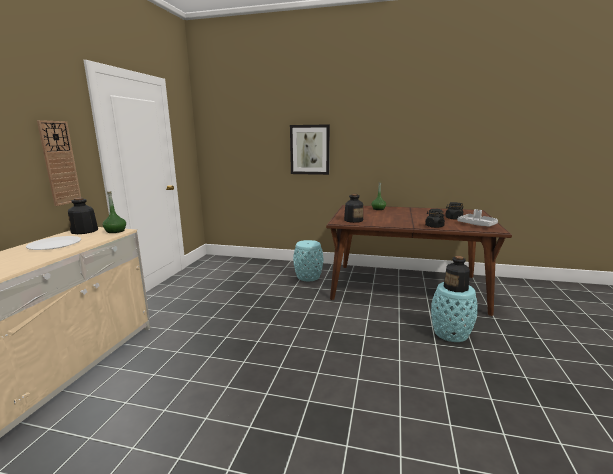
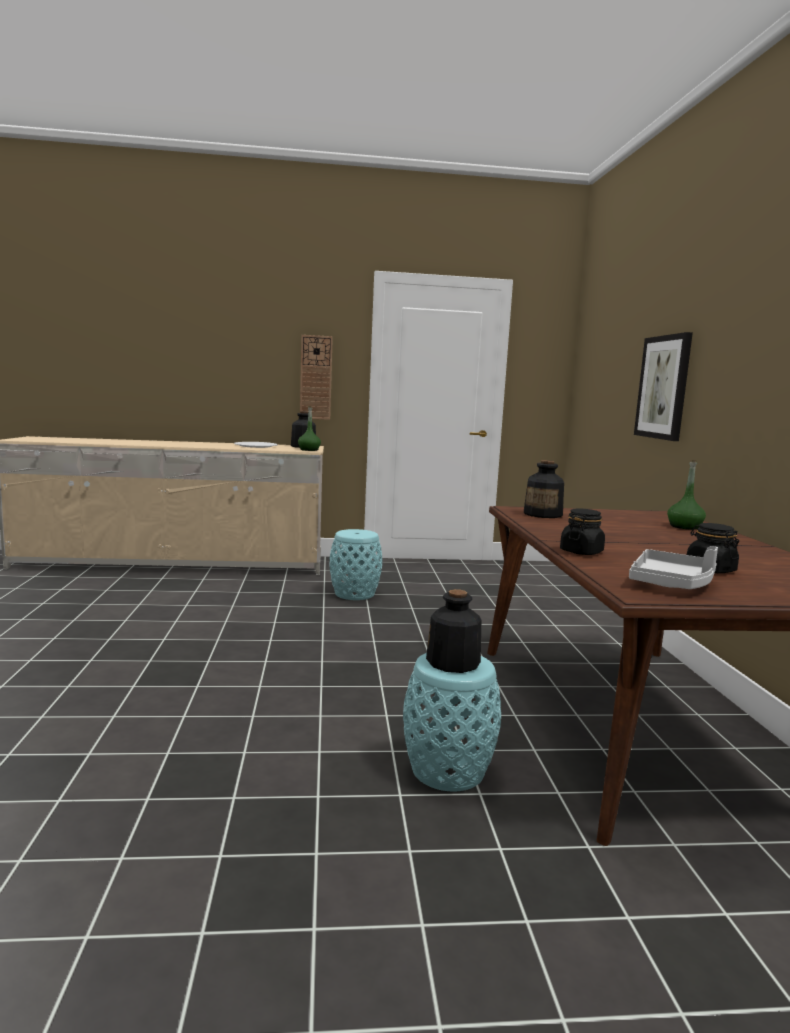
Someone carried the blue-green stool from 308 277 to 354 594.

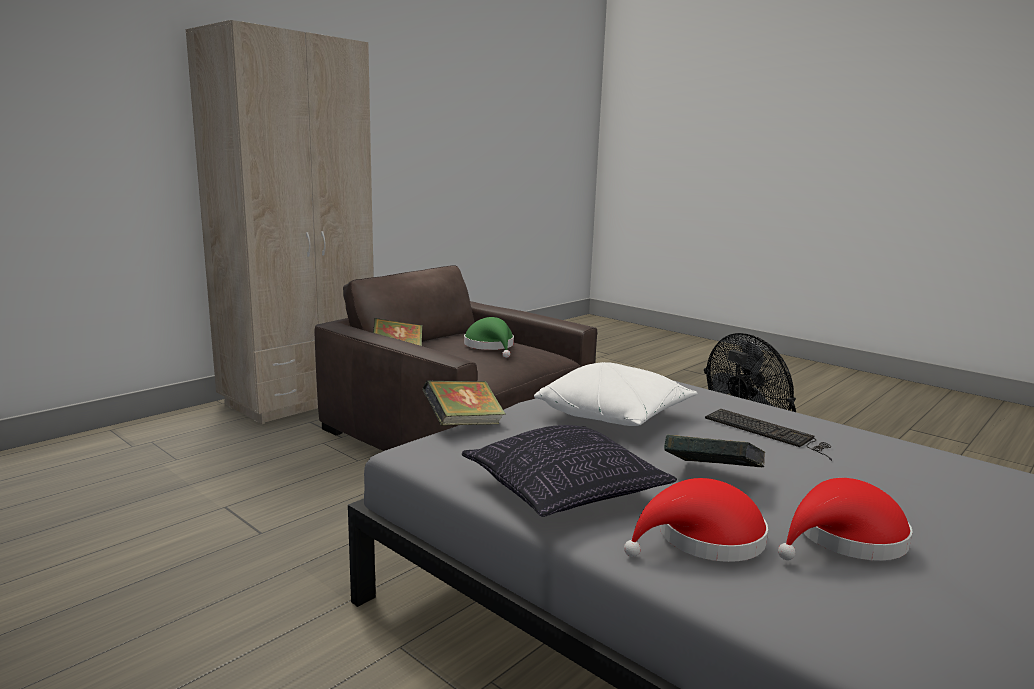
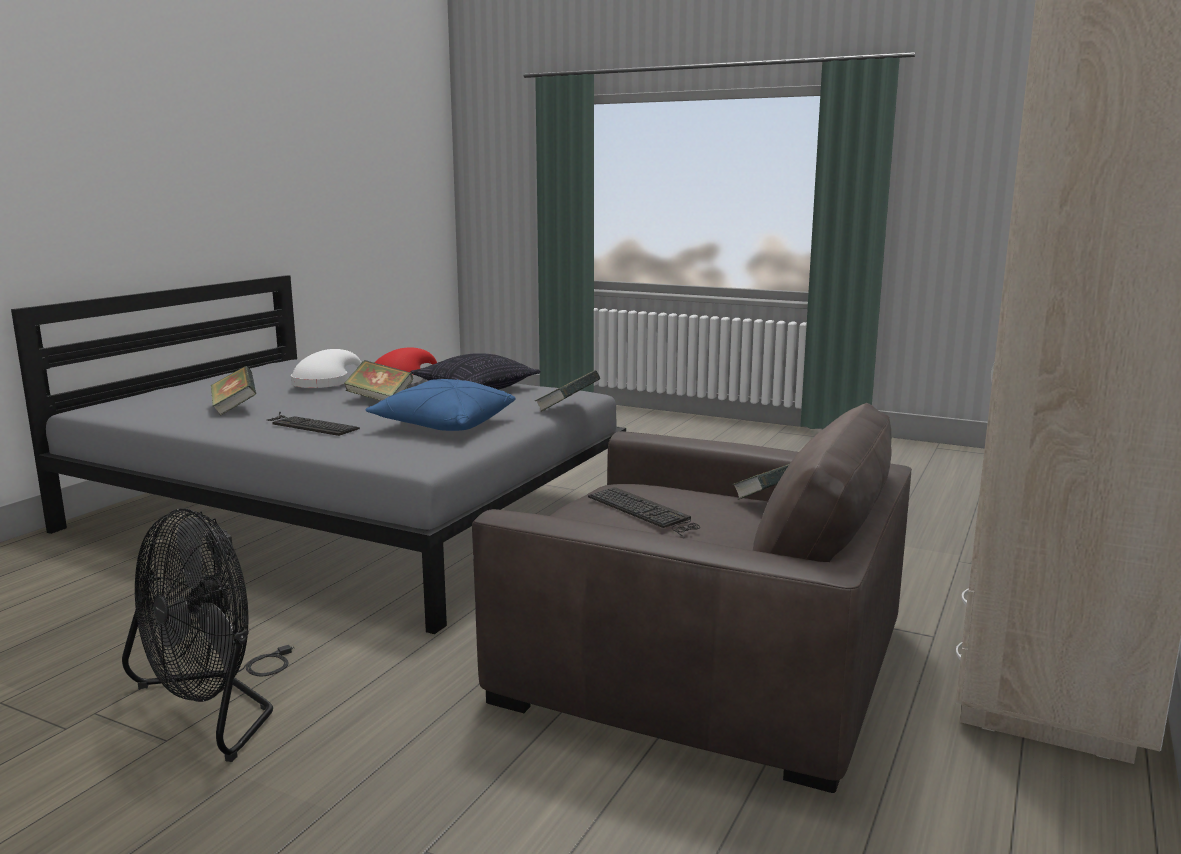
Someone put down the bound book at 234 408.
Someone swapped the green wearable hat at 491 346 for the PC keyboard at 646 513.
Someone repainted the white-coloured throw pillow at 615 416, which became the blue throw pillow at 443 425.
Someone repainted the reddish wearable hat at 844 539, which became the white-coloured wearable hat at 325 383.

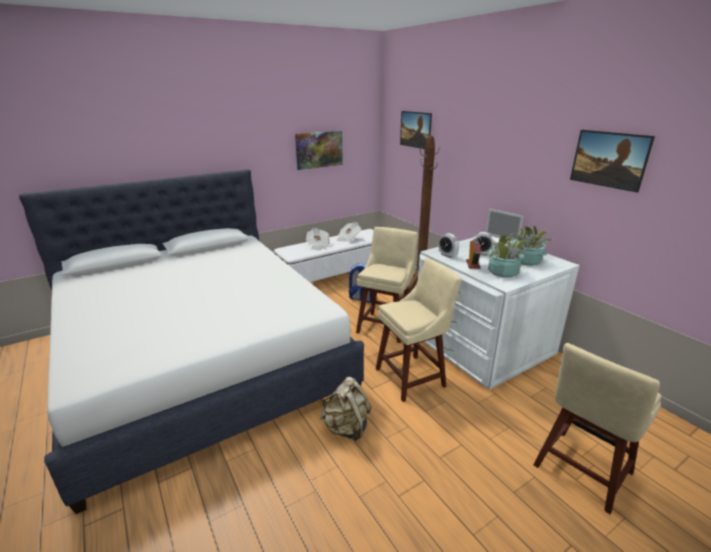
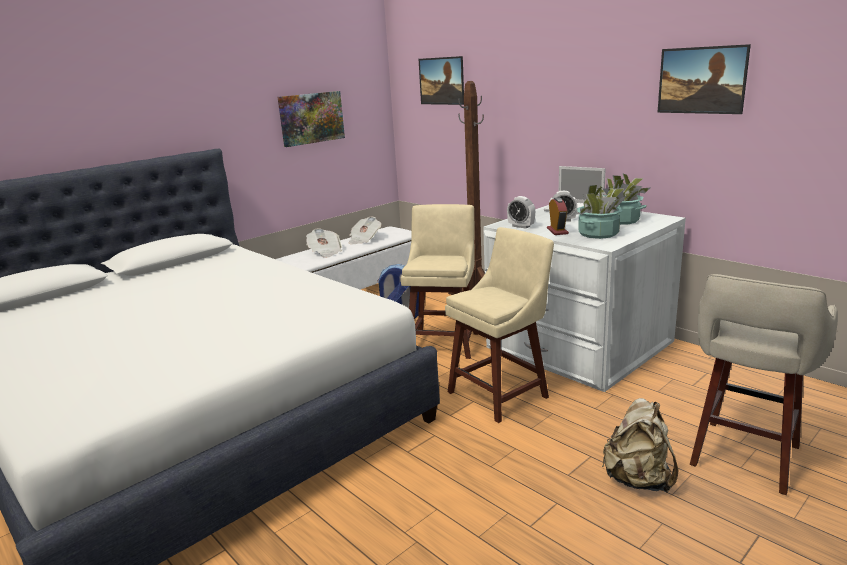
Someone carried the sand-coloured backpack from 346 428 to 638 479.
Someone swapped the sand-coloured chair at 580 471 for the sand-coloured stool at 743 458.

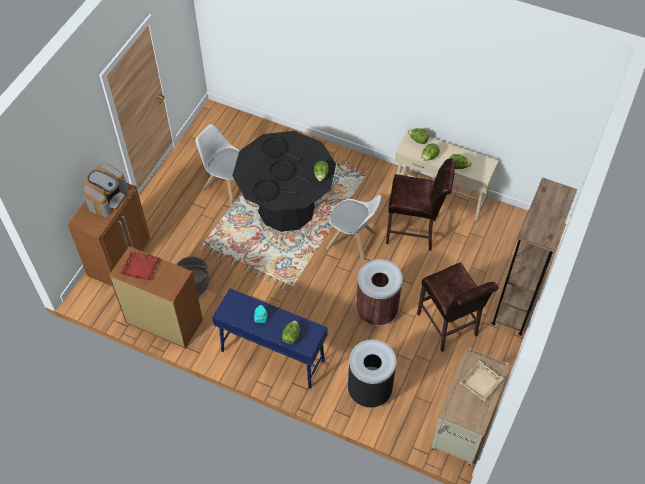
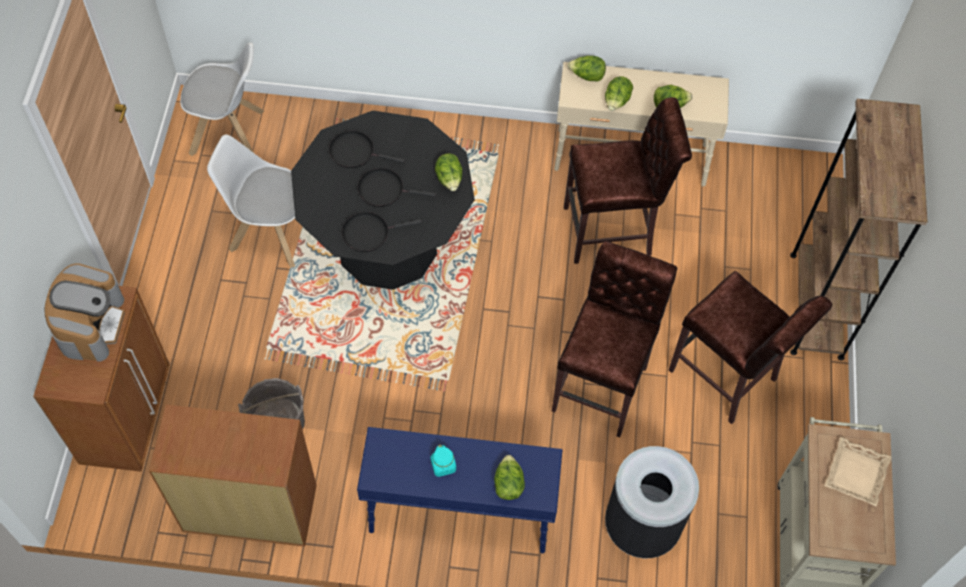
Someone took away the reddish tray at 140 268.
Someone carried the chair from 352 241 to 230 133.
Someone swapped the brown-coloured rubbish bin at 377 311 for the brown-coloured stool at 603 384.

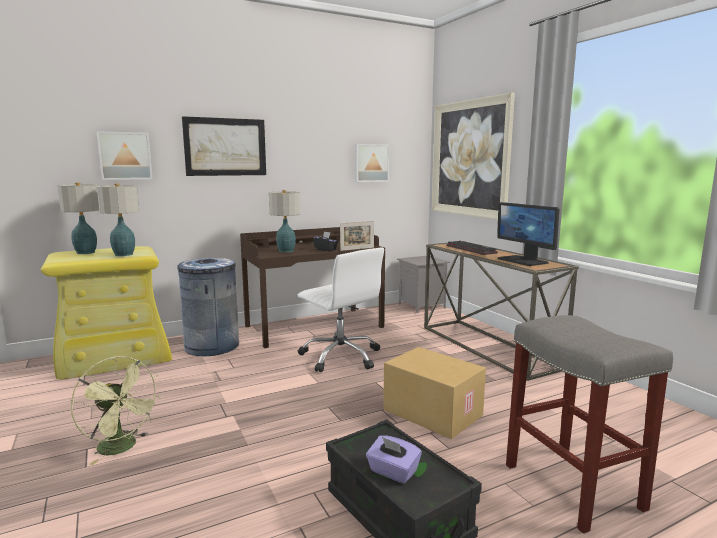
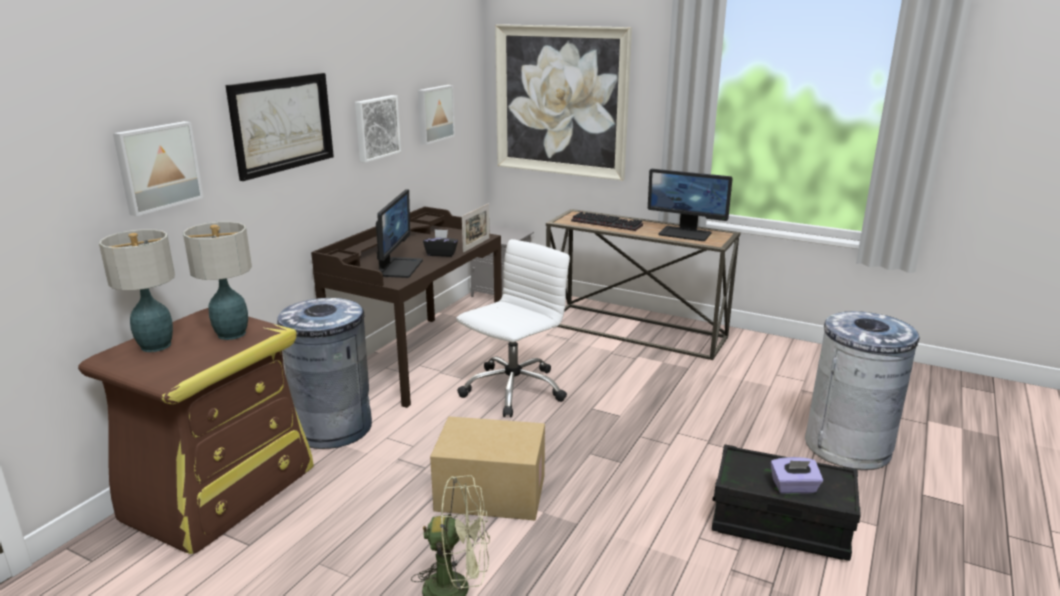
Someone put up the wall art at 376 127.
Someone carried the carton from 431 412 to 489 494.
Someone swapped the lamp for a table at 286 251 for the monitor at 398 267.
Someone swapped the gray stool at 570 485 for the gray rubbish bin at 848 446.
Someone repainted the yellow-coloured night table at 116 358, which became the brown-coloured night table at 223 492.
Someone rotated the white-coloured office chair at 341 356 by 60 degrees counterclockwise.

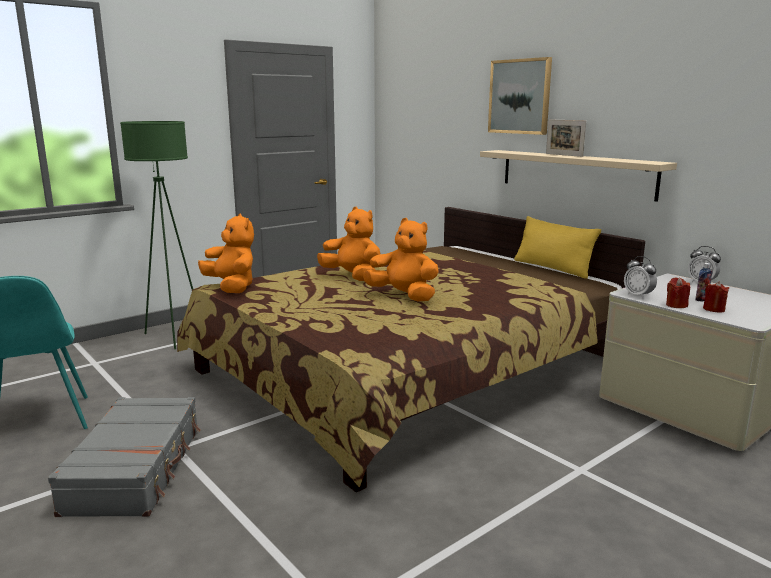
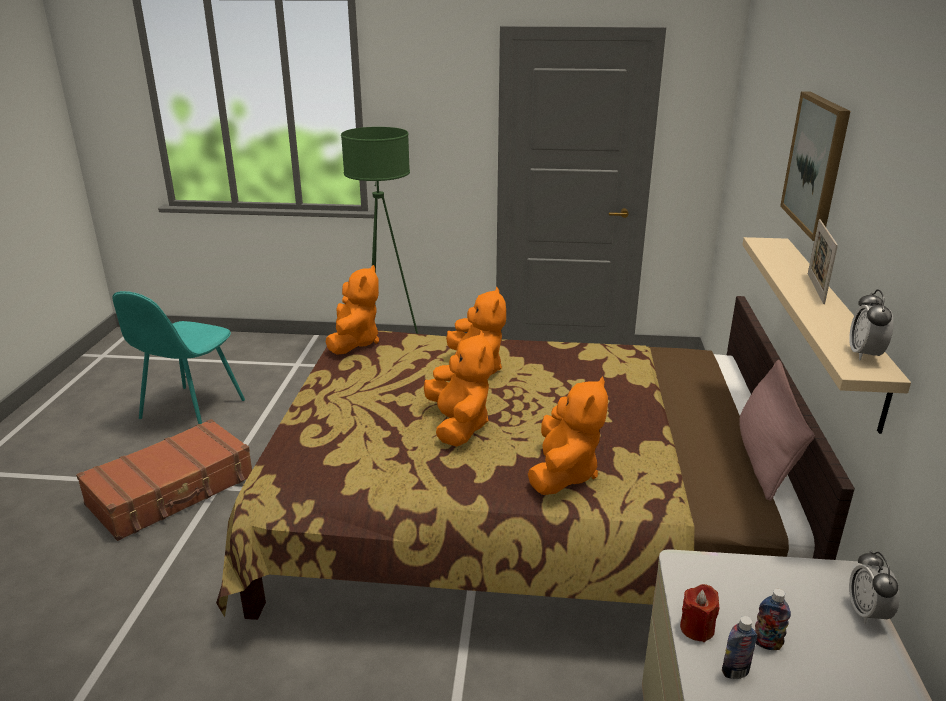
Someone put down the orangey plush toy at 563 473.
Someone carried the table clock from 638 295 to 864 354.
Someone swapped the reddish candle at 714 309 for the drink bottle at 735 672.
Someone repainted the gray piece of luggage at 136 469, which became the brown-coloured piece of luggage at 172 491.
Someone repainted the yellow-coloured throw pillow at 552 268, which became the pink-coloured throw pillow at 765 457.

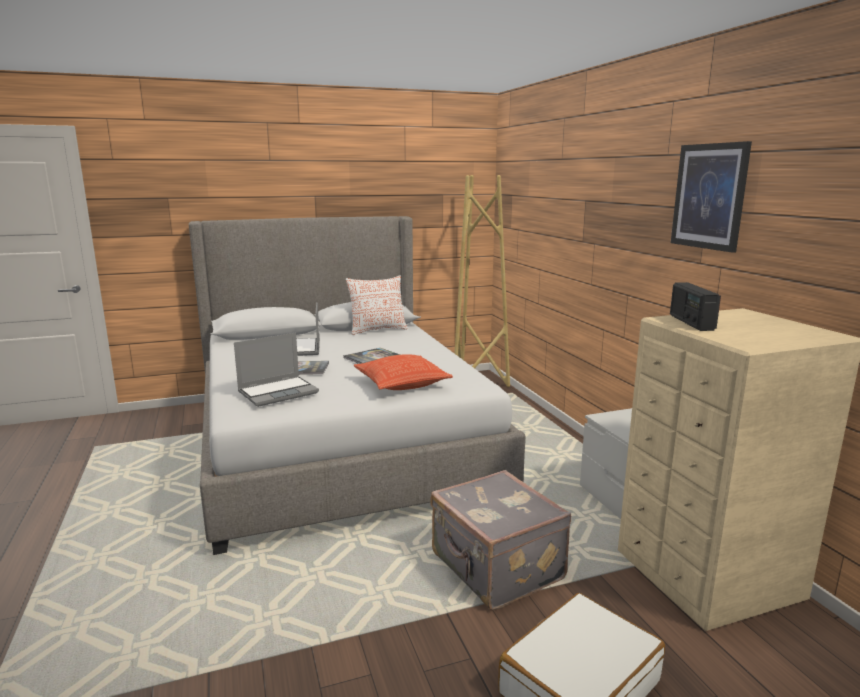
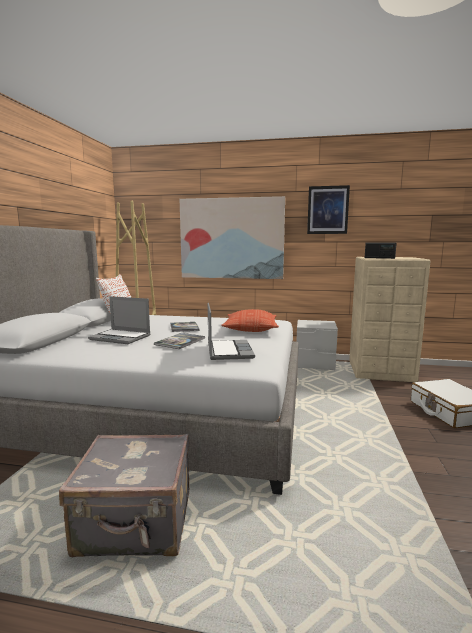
Someone put up the wall art at 231 238.
Someone carried the gray piece of luggage from 495 568 to 136 524.

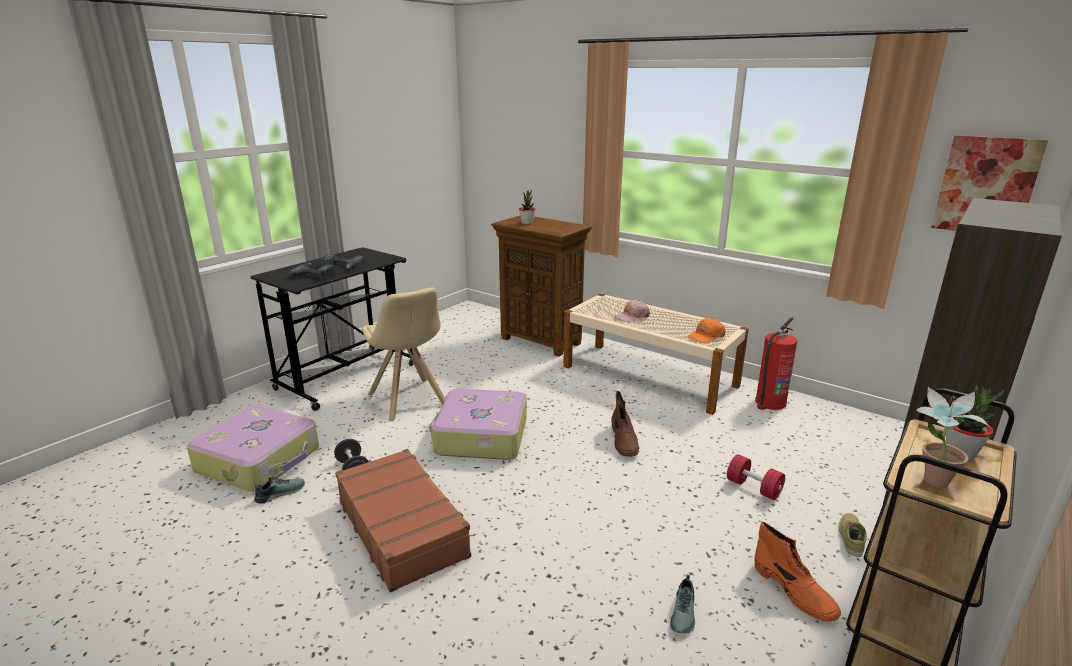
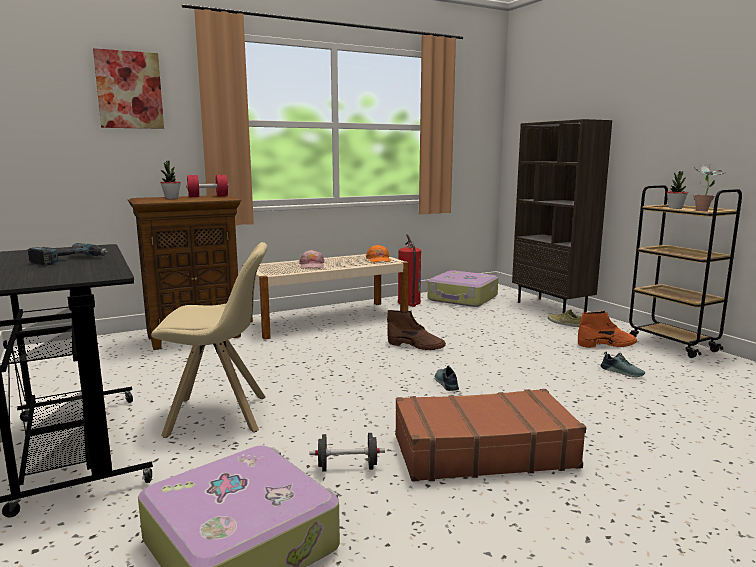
Someone took away the power drill at 315 274.
Someone carried the item of footwear from 280 493 to 445 383.
Someone carried the piece of luggage from 480 436 to 463 298.
Someone carried the reddish free weight from 753 488 to 208 196.
Someone carried the wall art from 986 186 to 129 90.

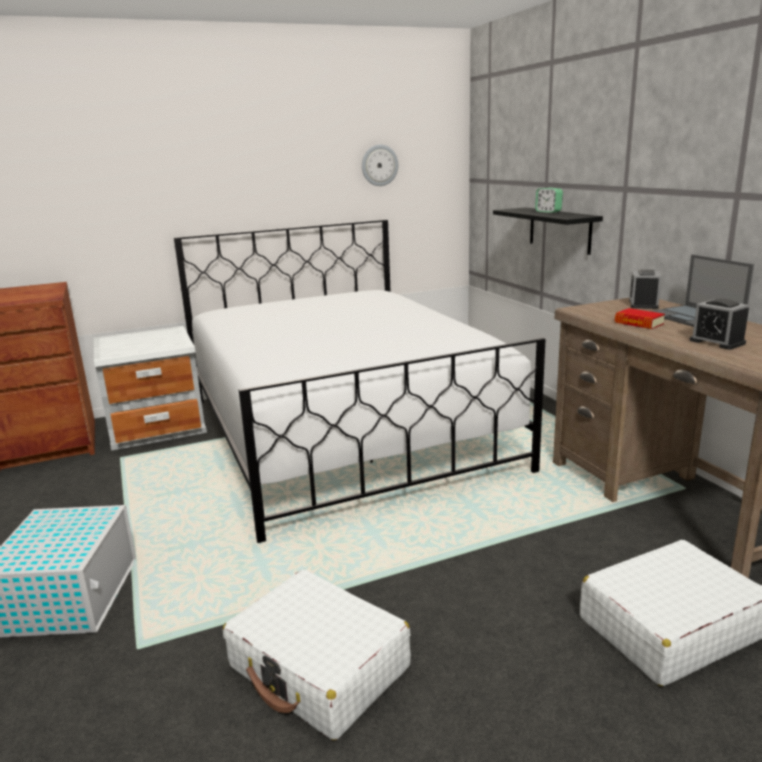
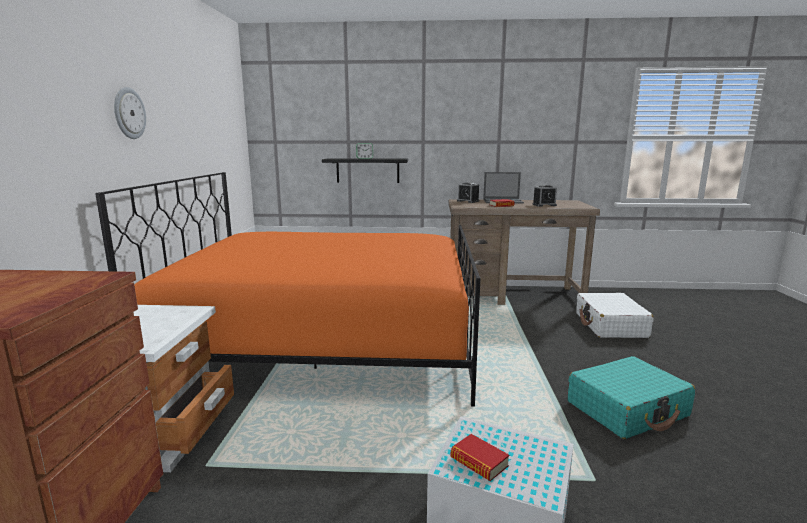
Someone put down the bound book at 479 462.
Someone carried the wall clock from 379 165 to 129 113.
Someone repainted the white-coloured bedroom bed at 343 432, which became the orangey bedroom bed at 326 344.
Someone repainted the white-coloured piece of luggage at 319 668, which became the blue-green piece of luggage at 627 409.

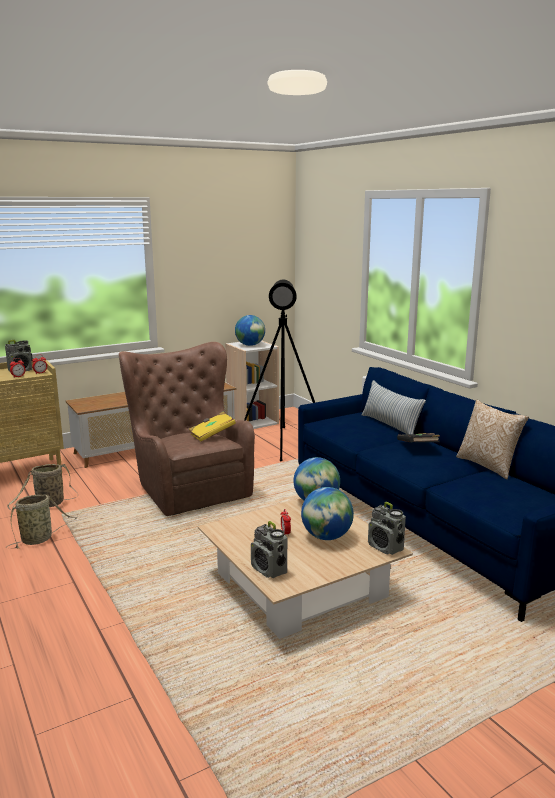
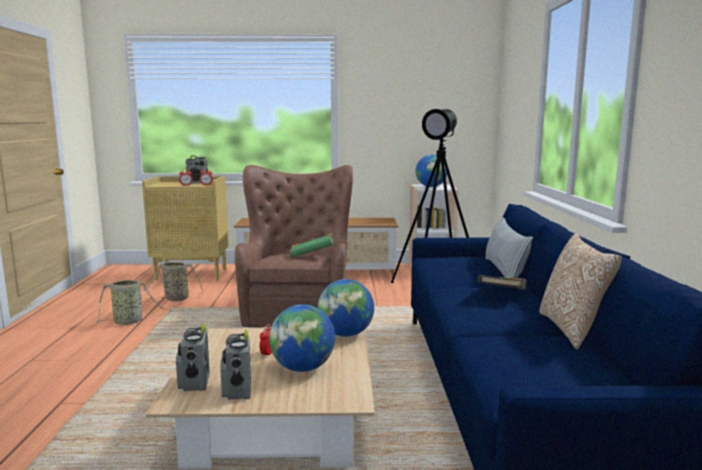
Someone carried the radio set from 385 548 to 237 391.
Someone repainted the yellow-coloured bound book at 212 435, which became the green bound book at 311 255.

